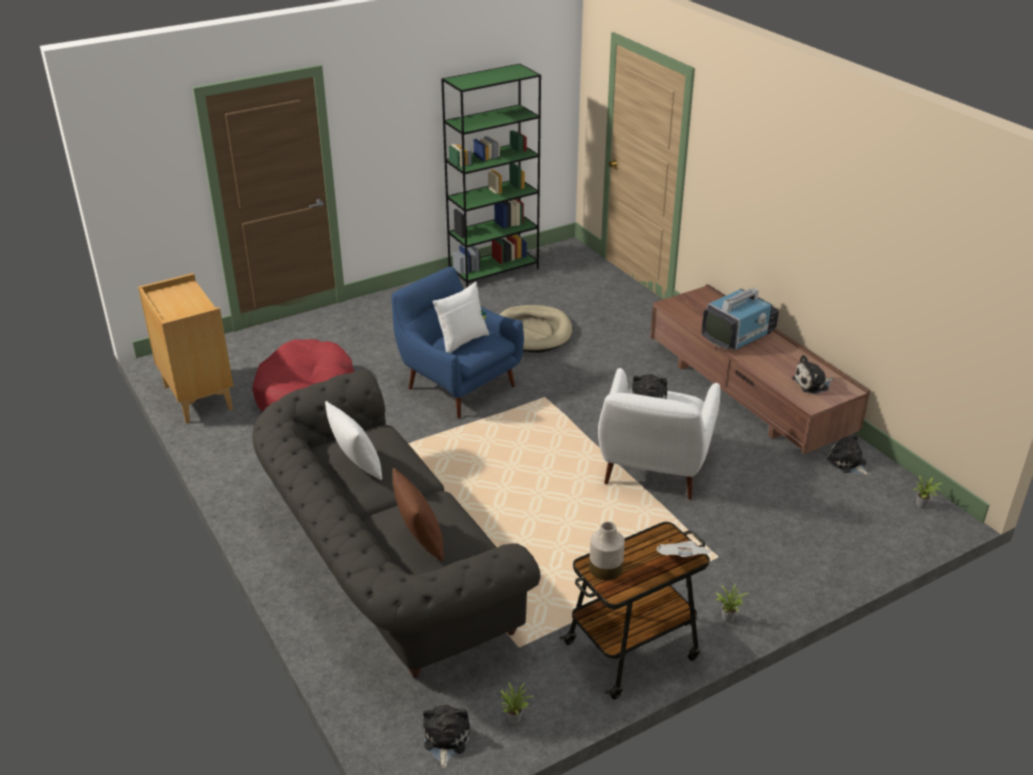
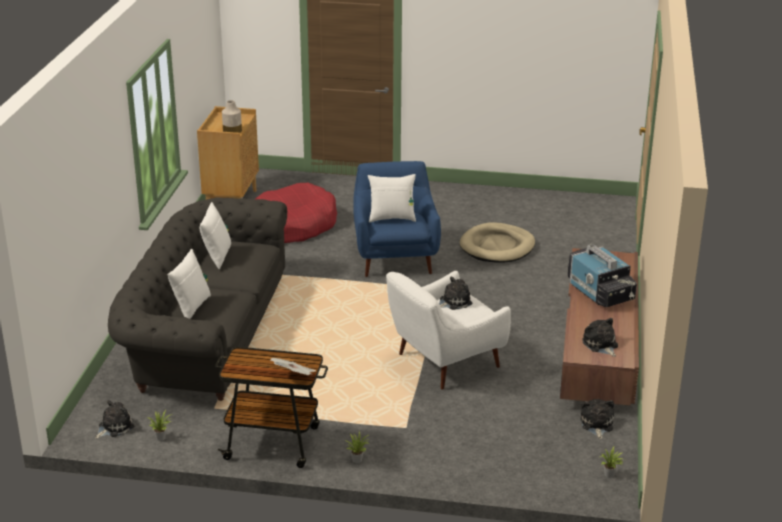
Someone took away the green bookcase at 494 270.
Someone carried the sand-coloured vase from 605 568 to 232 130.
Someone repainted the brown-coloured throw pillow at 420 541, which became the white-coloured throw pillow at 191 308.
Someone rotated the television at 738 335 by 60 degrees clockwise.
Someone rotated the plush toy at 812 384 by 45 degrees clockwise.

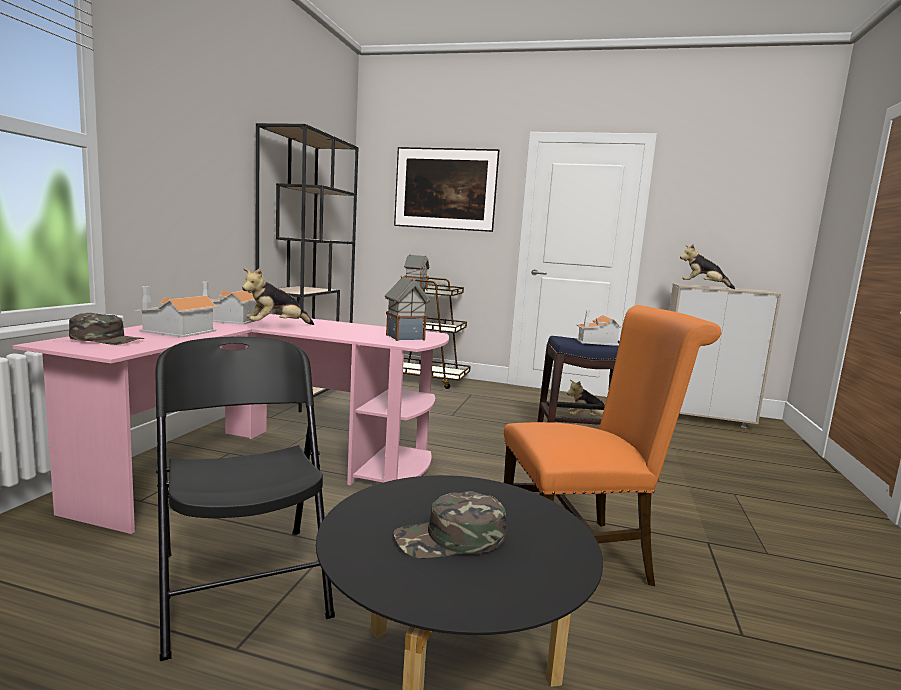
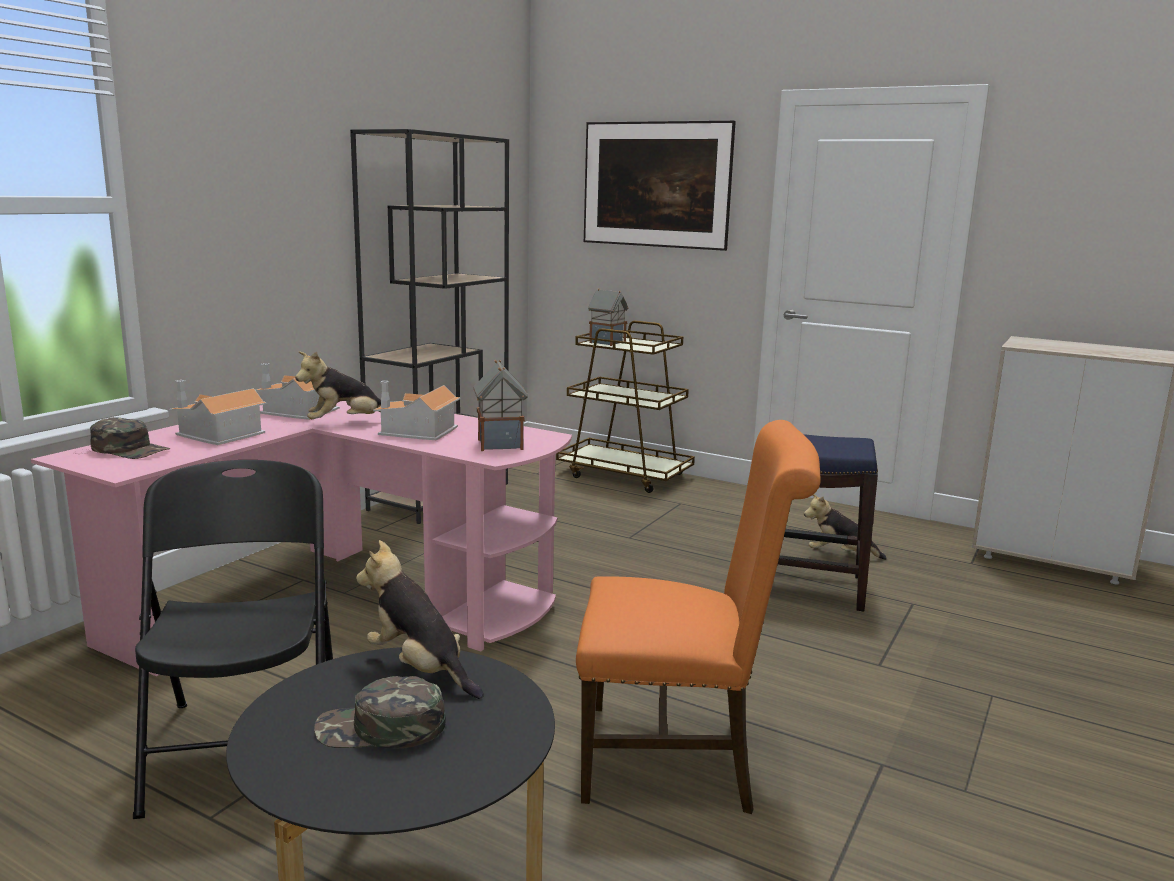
Someone carried the miniature house from 598 342 to 418 432.
Someone carried the plush toy from 703 286 to 419 669.

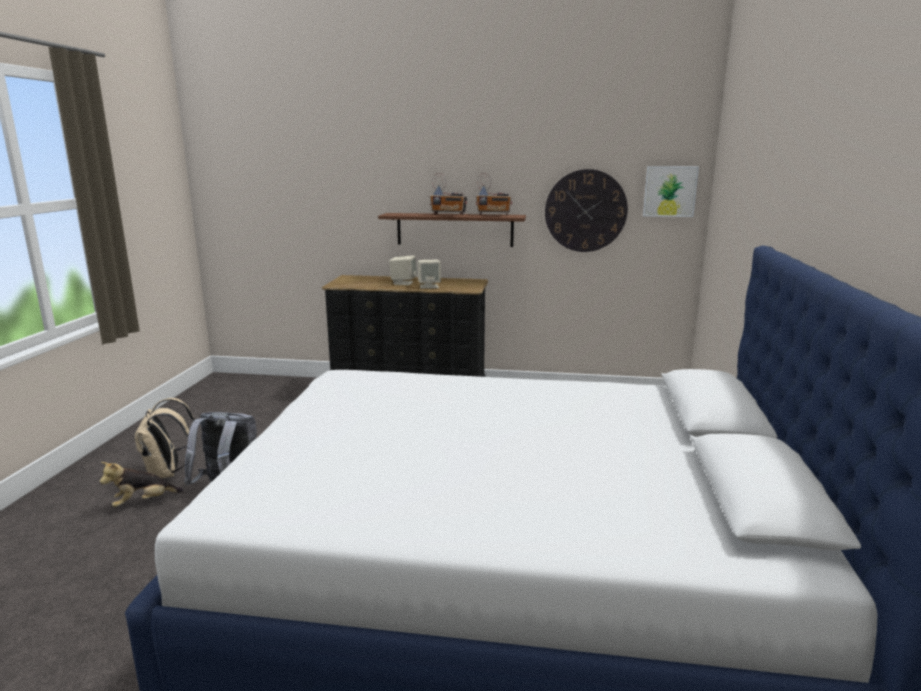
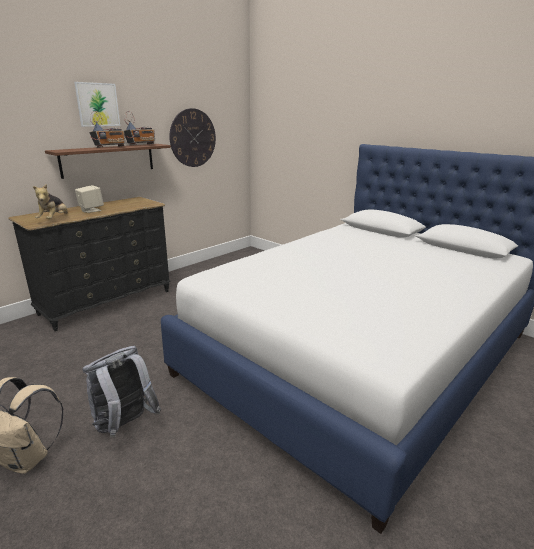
Someone took away the sand-coloured audio speaker at 429 286.
Someone carried the plush toy from 143 502 to 54 219.
Someone carried the wall art from 670 191 to 97 104.

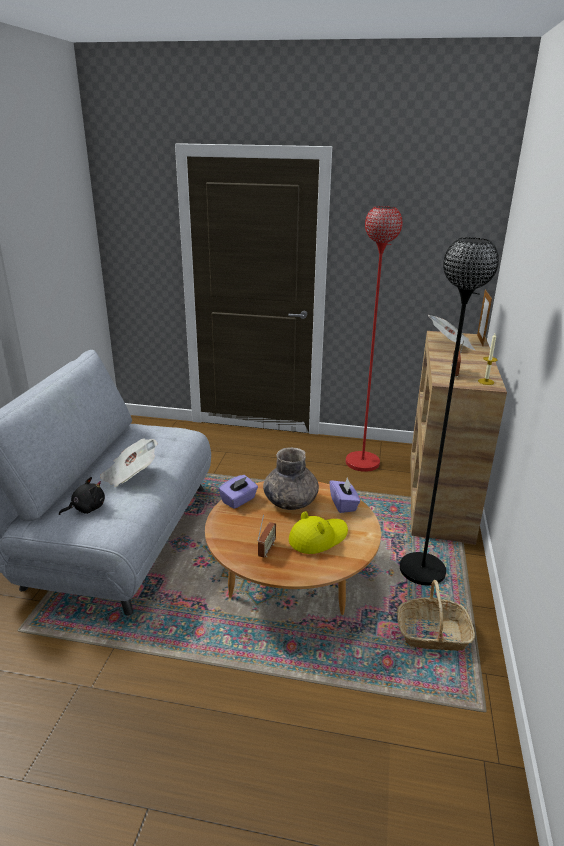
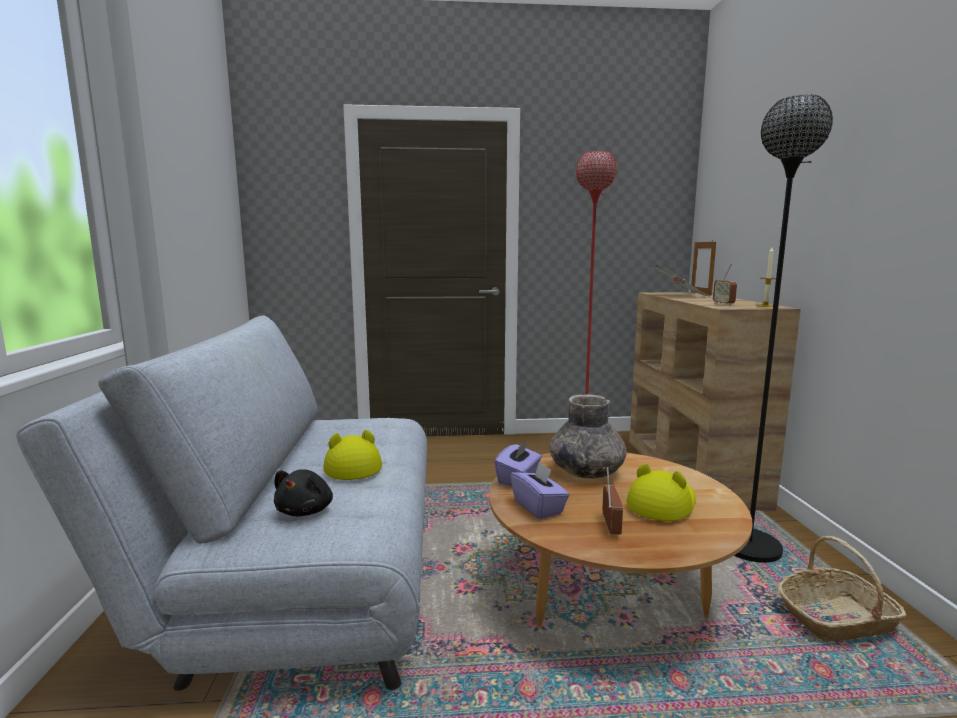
Someone carried the purple-coloured box of tissues from 343 504 to 539 507.
Someone swapped the newspaper at 130 475 for the yellow-coloured wearable hat at 351 465.
Someone rotated the black-coloured plush toy at 86 508 by 150 degrees clockwise.

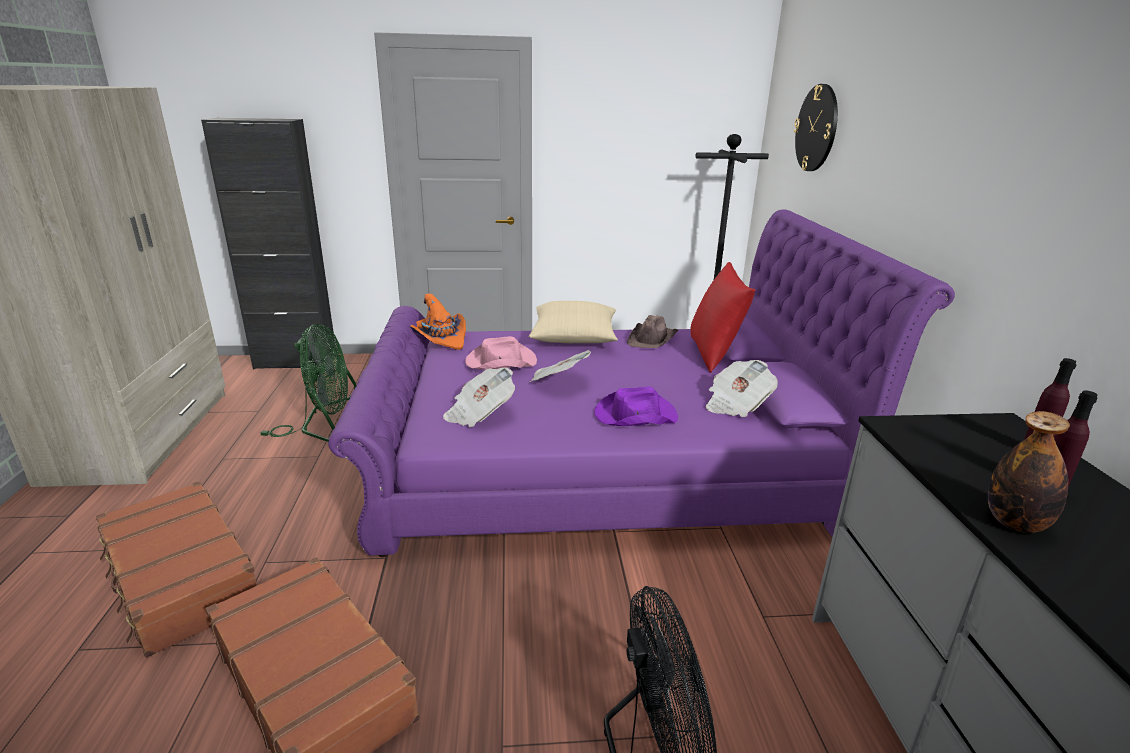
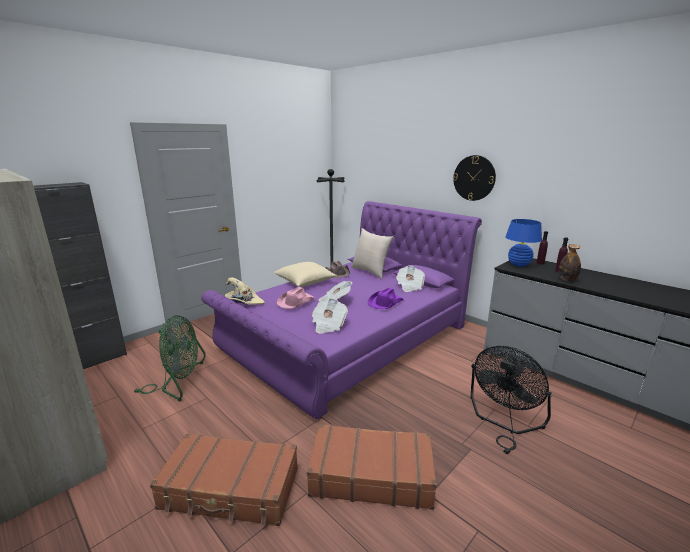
Someone put down the blue lamp for a table at 519 265.
Someone carried the wall clock from 816 128 to 474 178.
Someone repainted the orangey wearable hat at 441 339, which became the sand-coloured wearable hat at 243 302.
Someone repainted the reddish throw pillow at 714 354, which became the sand-coloured throw pillow at 370 271.
Someone rotated the green cooling fan at 322 422 by 45 degrees clockwise.

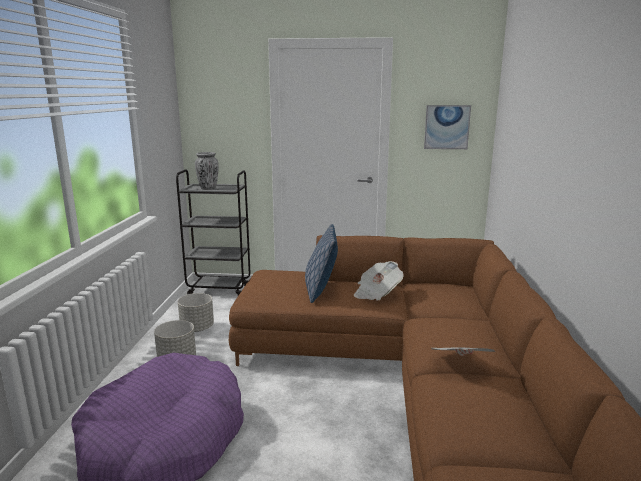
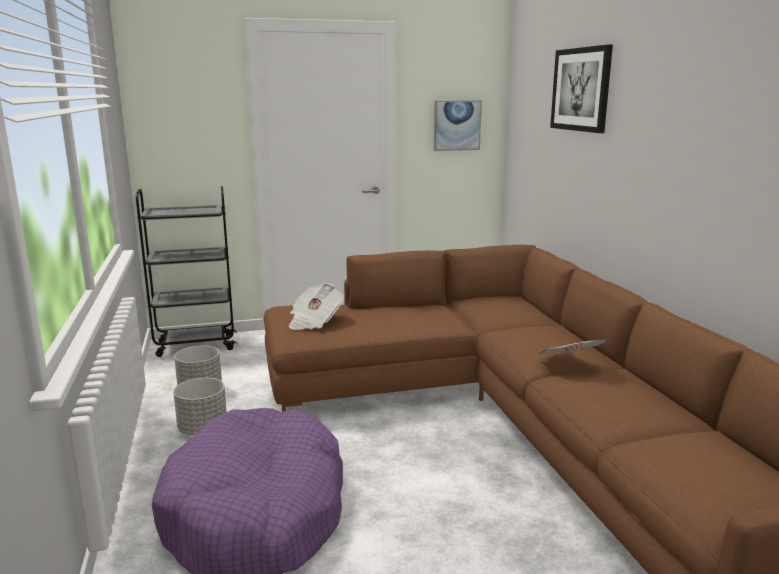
Someone took away the vase at 208 188.
Someone took away the throw pillow at 321 290.
Someone put up the wall art at 581 89.
Someone carried the newspaper from 376 293 to 314 322.

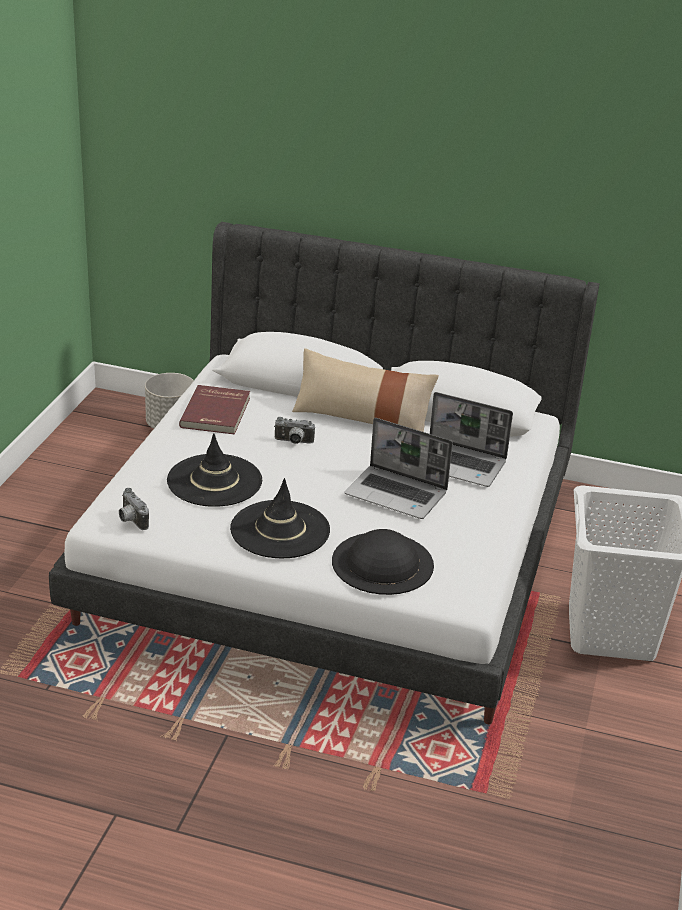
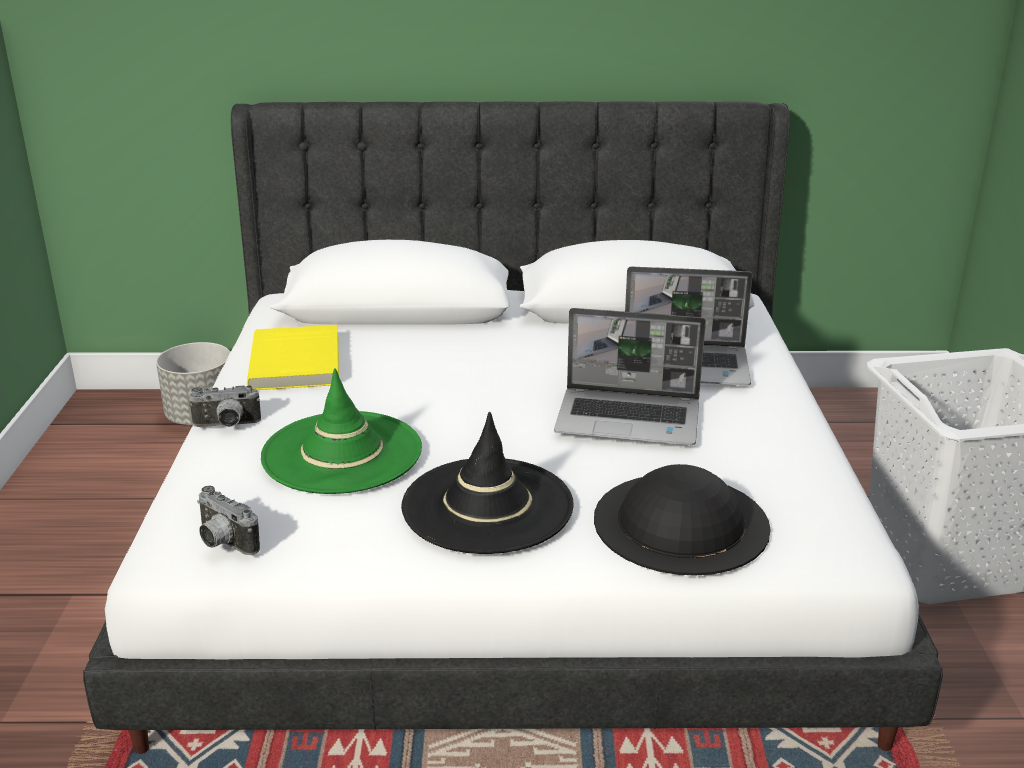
Someone took away the sand-coloured throw pillow at 362 418.
Someone carried the still camera from 293 442 to 227 426.
Someone repainted the black-coloured wearable hat at 215 481, which became the green wearable hat at 342 453.
Someone repainted the reddish bound book at 217 413, which became the yellow-coloured bound book at 298 362.

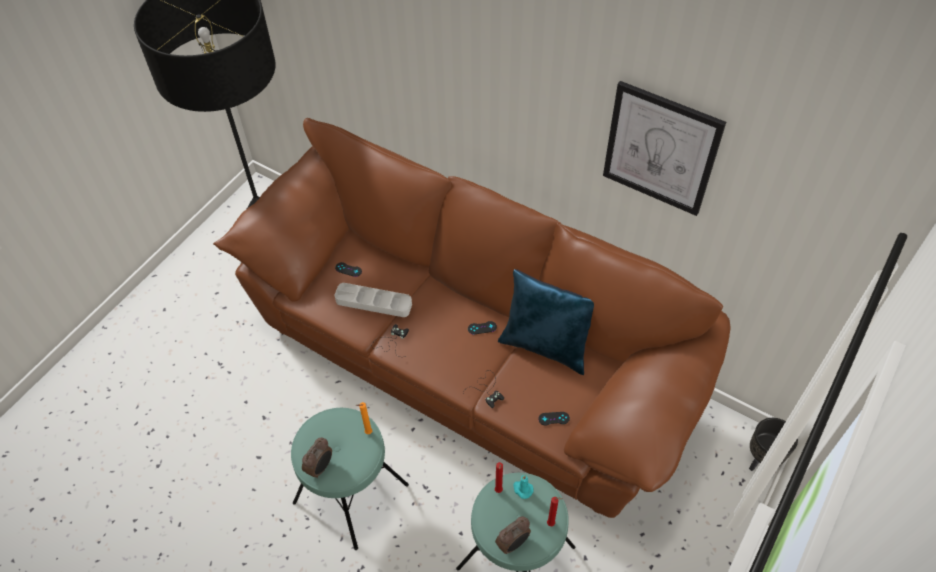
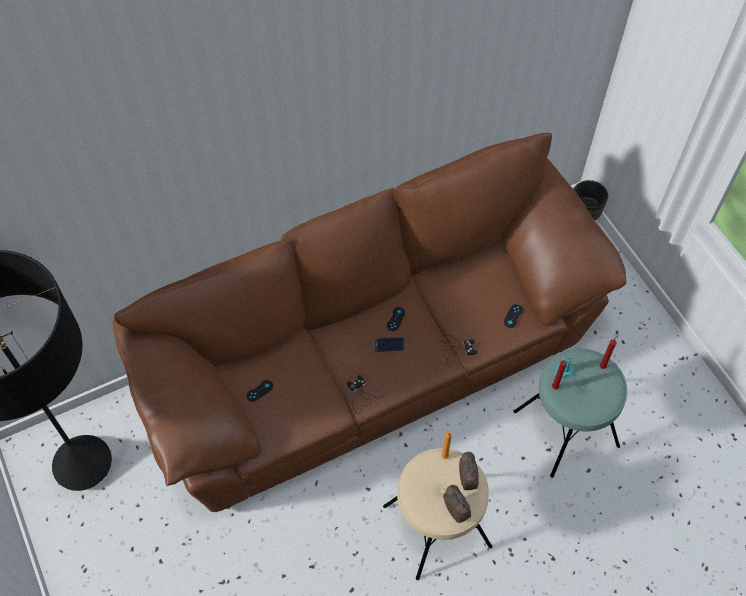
Someone took away the gray tray at 373 302.
Someone took away the blue throw pillow at 546 346.
Someone took away the wall art at 661 149.
Someone put down the handset at 389 344.
Someone carried the table clock from 513 543 to 467 479.
Someone repainted the blue-green stool at 351 493, which became the sand-coloured stool at 437 526.

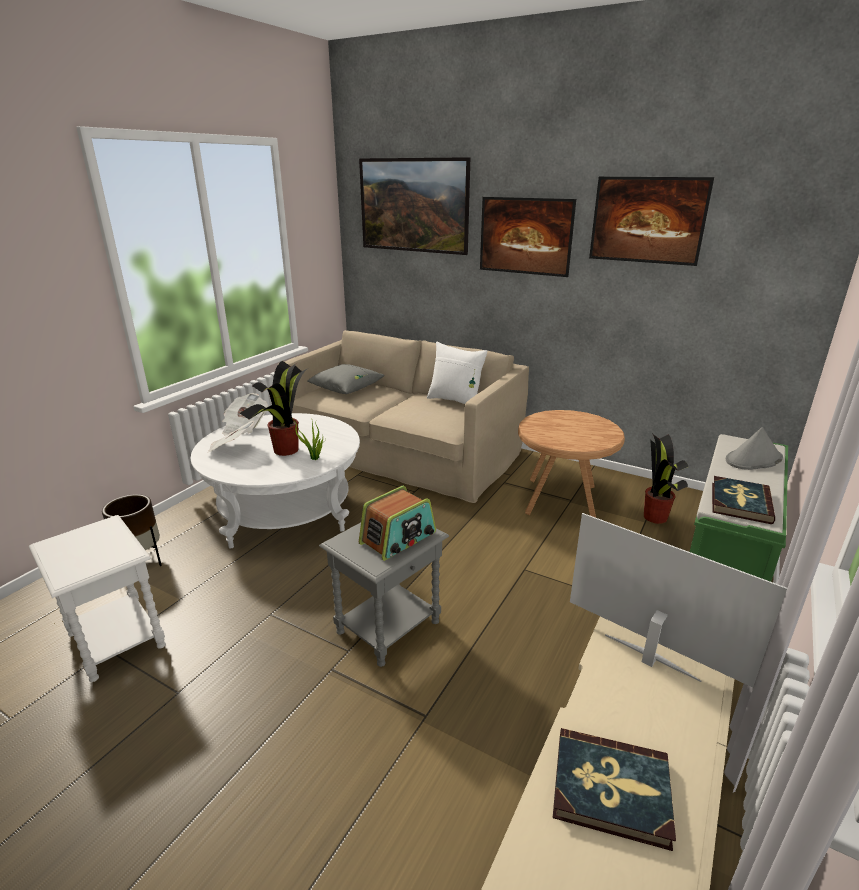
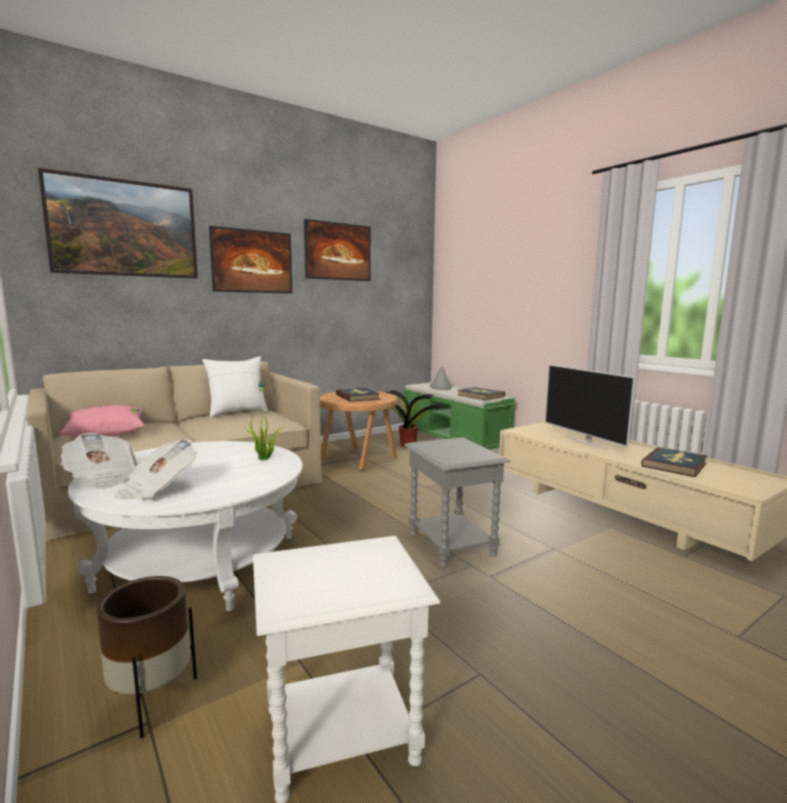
Someone took away the potted plant at 285 451.
Someone took away the radio set at 398 538.
Someone put down the bound book at 358 397.
Someone repainted the gray throw pillow at 346 388, which became the pink-coloured throw pillow at 106 434.
Someone rotated the television at 650 658 by 90 degrees counterclockwise.

